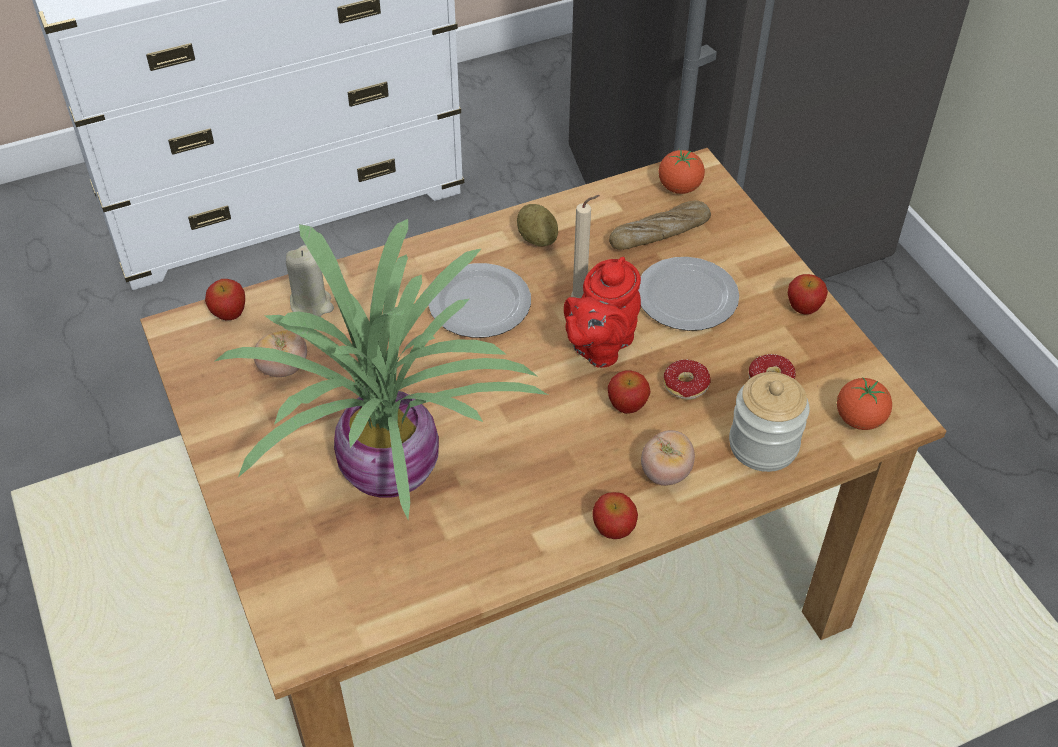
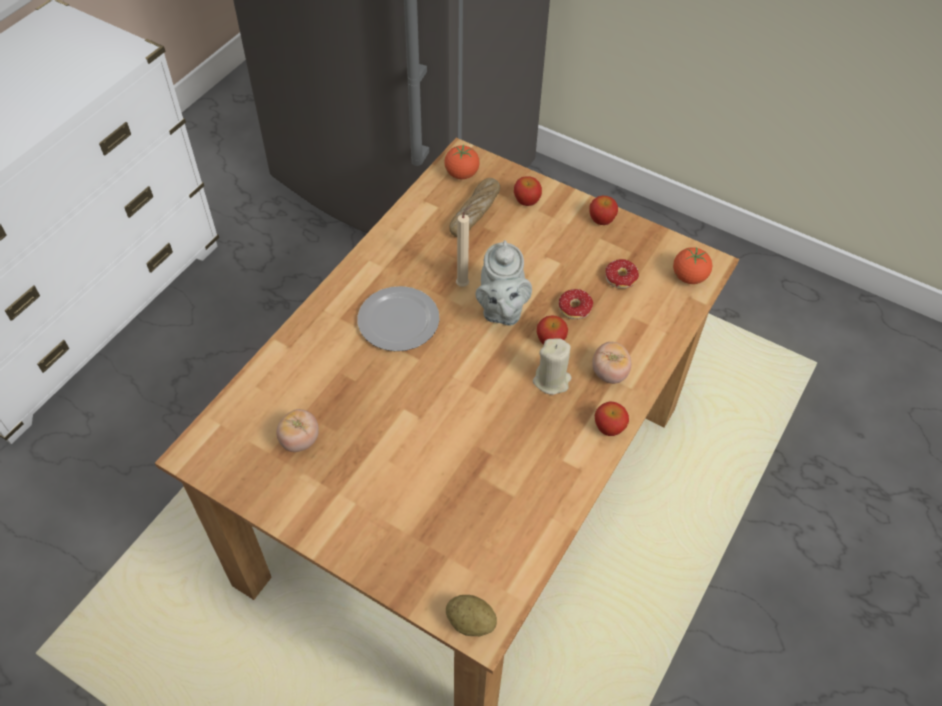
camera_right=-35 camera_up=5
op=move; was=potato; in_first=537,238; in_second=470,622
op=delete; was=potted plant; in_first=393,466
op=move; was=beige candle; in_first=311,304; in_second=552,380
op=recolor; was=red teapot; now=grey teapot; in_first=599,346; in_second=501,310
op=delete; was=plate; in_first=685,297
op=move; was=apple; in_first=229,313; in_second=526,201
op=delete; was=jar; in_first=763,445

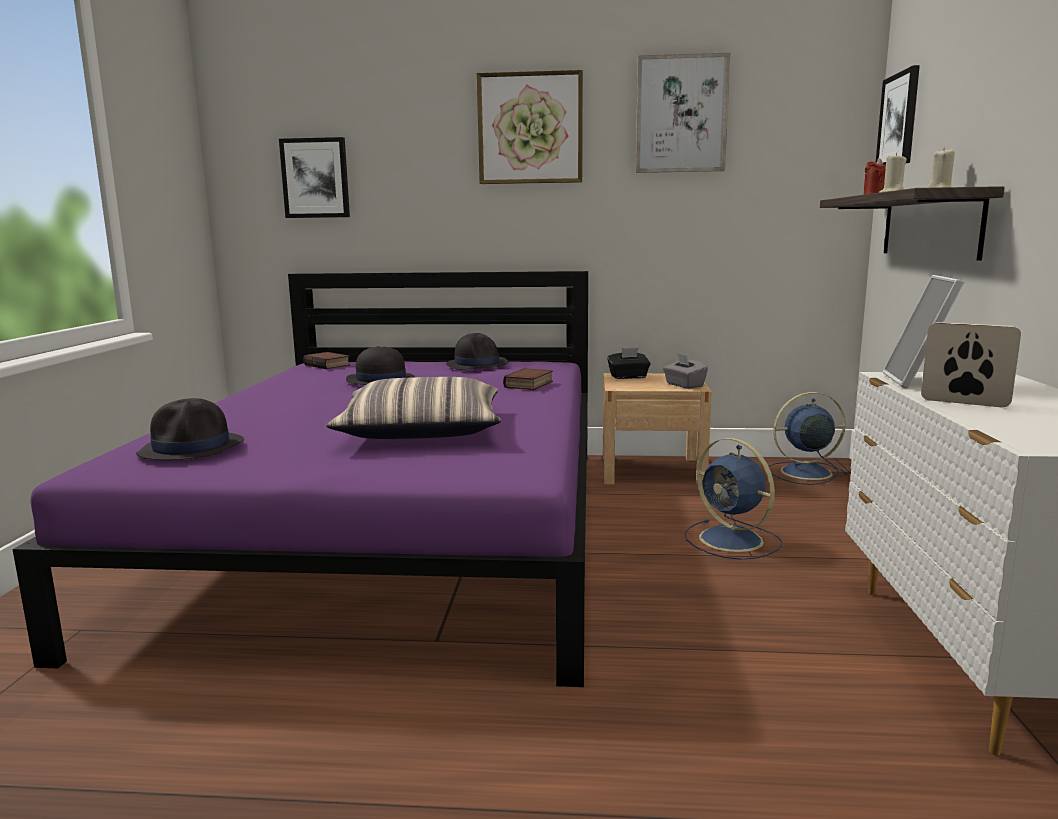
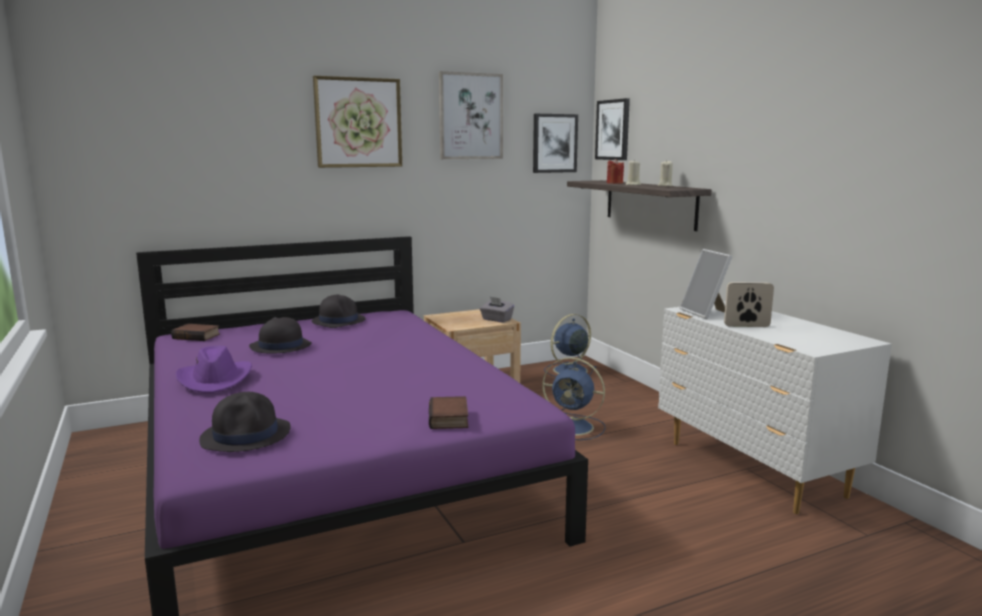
camera_right=-30 camera_up=0
op=move; was=picture; in_first=315,178; in_second=554,143
op=delete; was=black tissue box; in_first=628,377
op=move; was=book; in_first=530,385; in_second=450,418
op=delete; was=pillow; in_first=422,430
op=insert; now=purple hat; in_second=215,380

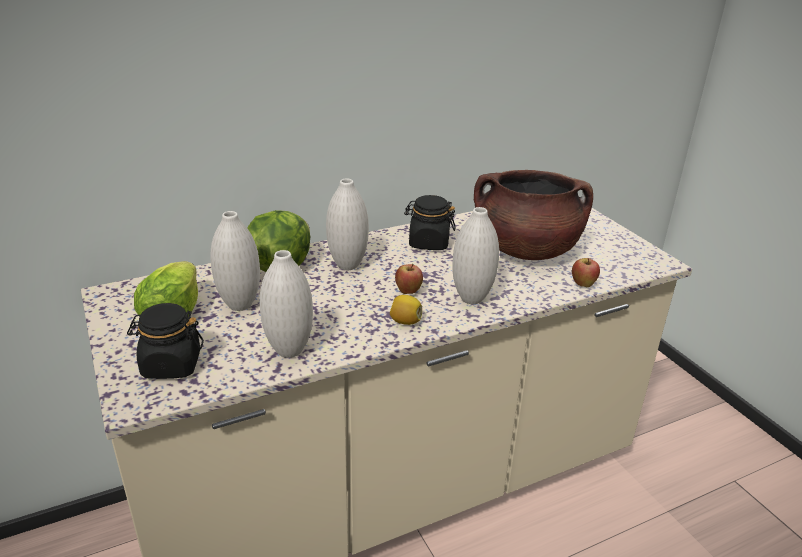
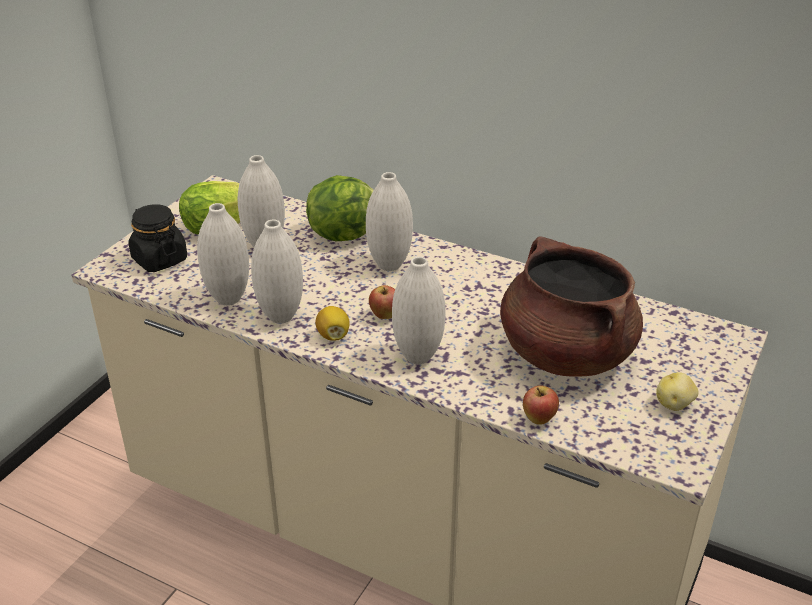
camera_right=55 camera_up=5
op=delete; was=black jar; in_first=428,243
op=insert; now=white vase; in_second=281,316
op=insert; now=potato; in_second=674,404

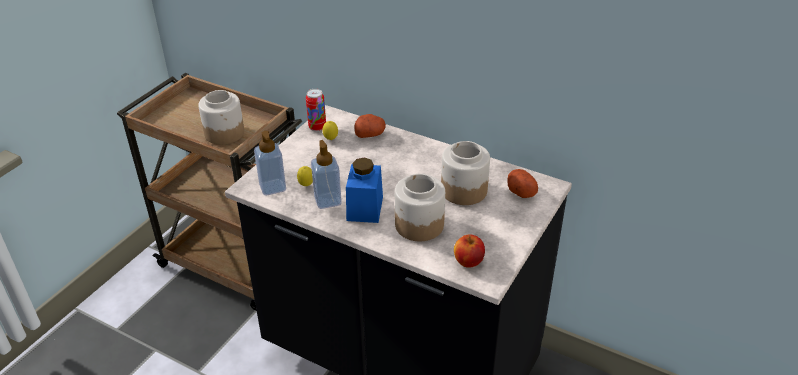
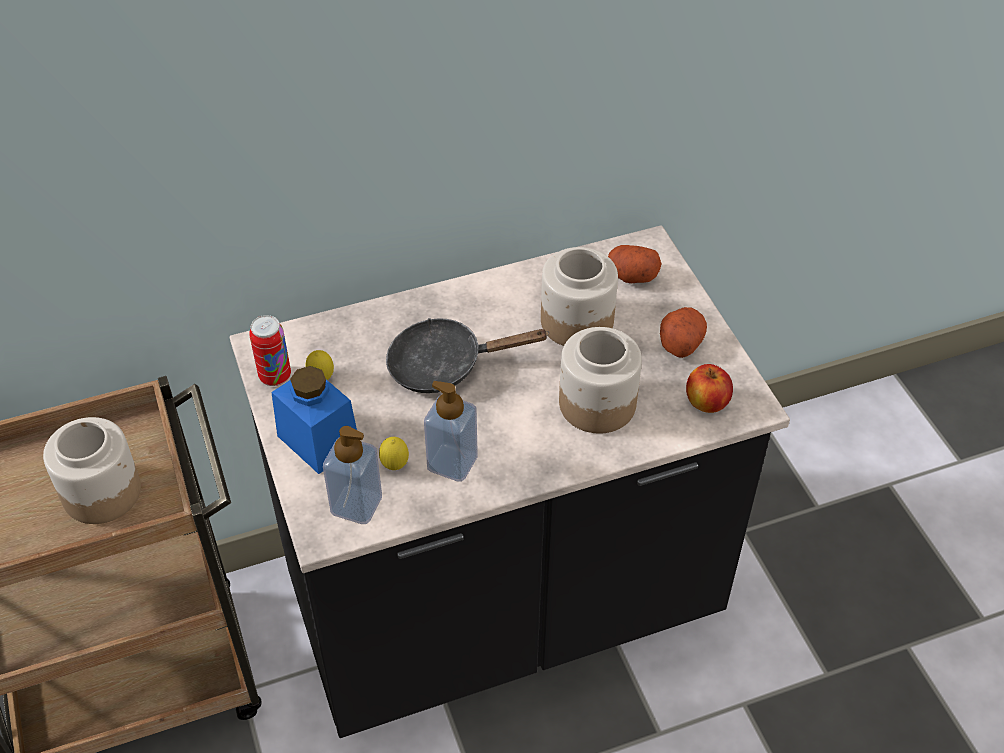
camera_right=-50 camera_up=10
op=move; was=potato; in_first=370,134; in_second=680,342
op=move; was=blue jar; in_first=365,208; in_second=318,440
op=insert; now=black frying pan; in_second=445,365

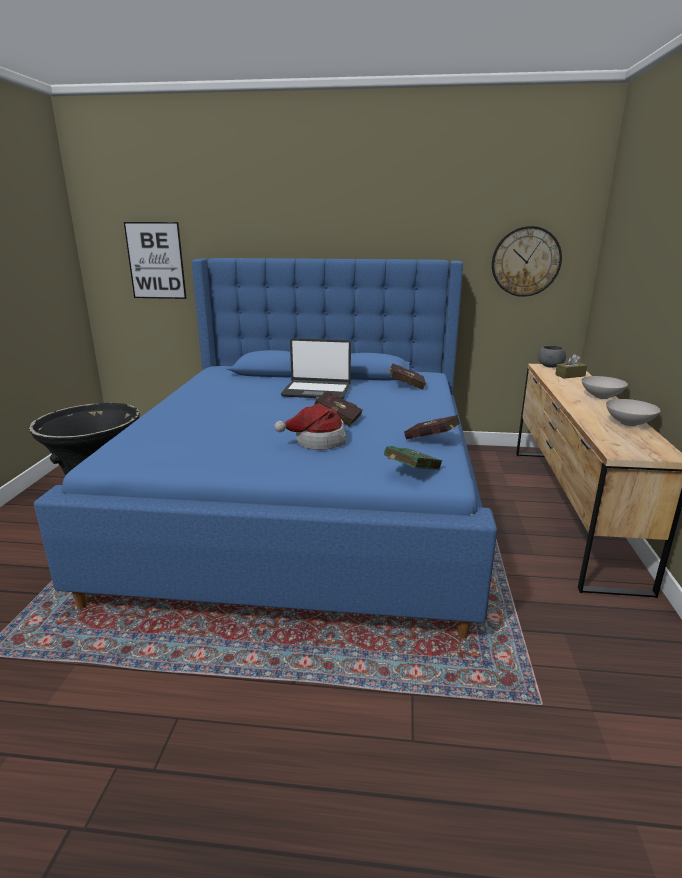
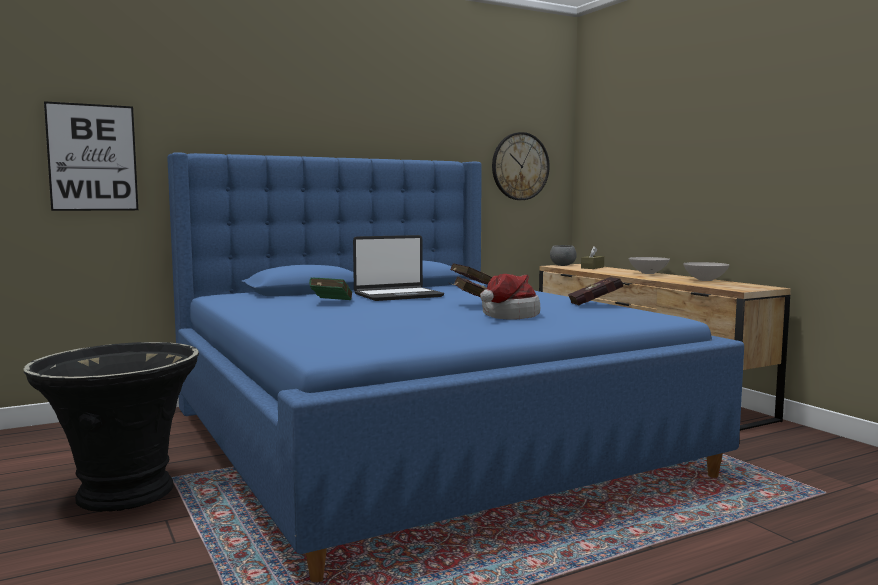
camera_right=-35 camera_up=-15
op=move; was=green book; in_first=410,472; in_second=330,303

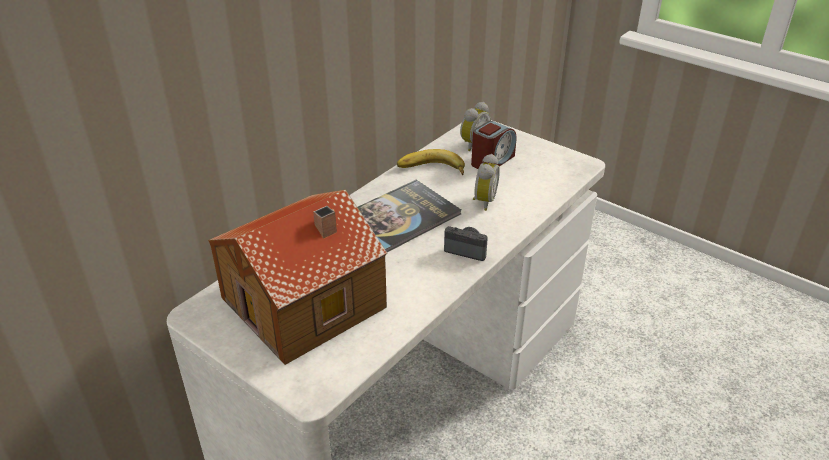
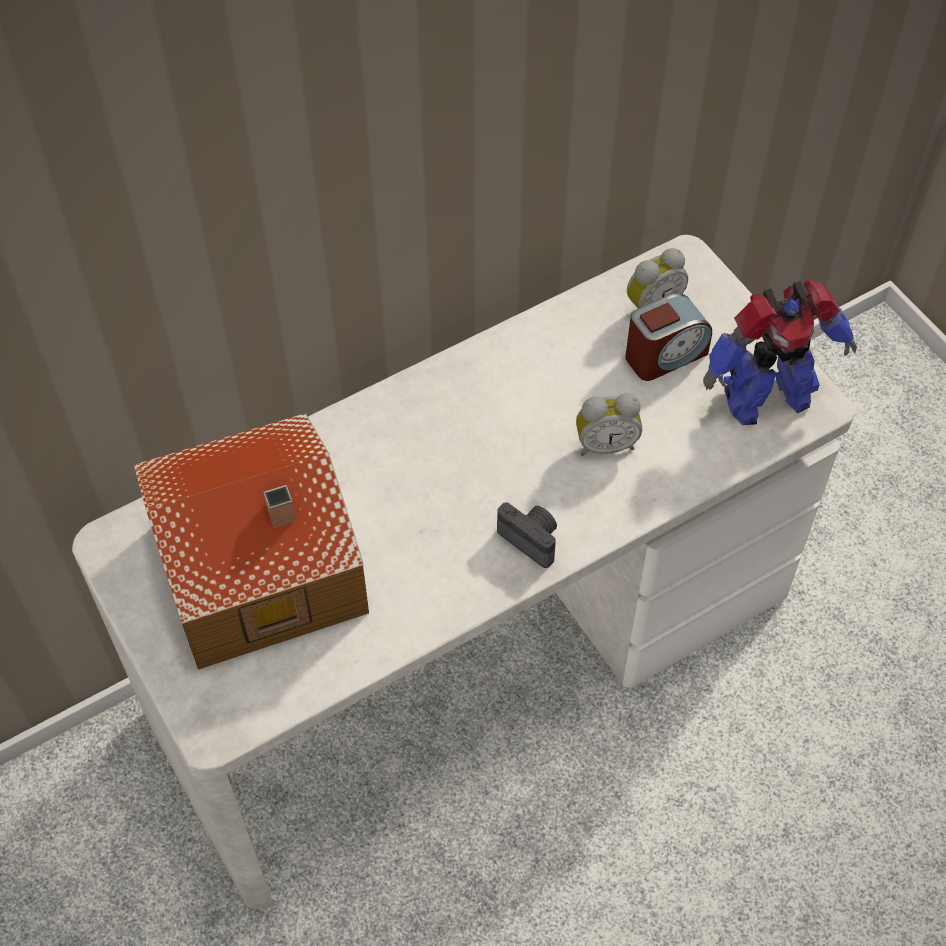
camera_right=20 camera_up=20
op=delete; was=banana; in_first=431,170
op=rotate; was=alarm clock; in_first=483,201; in_second=605,444; clockwise=45
op=delete; was=book; in_first=400,217
op=insert; now=toy robot; in_second=764,397

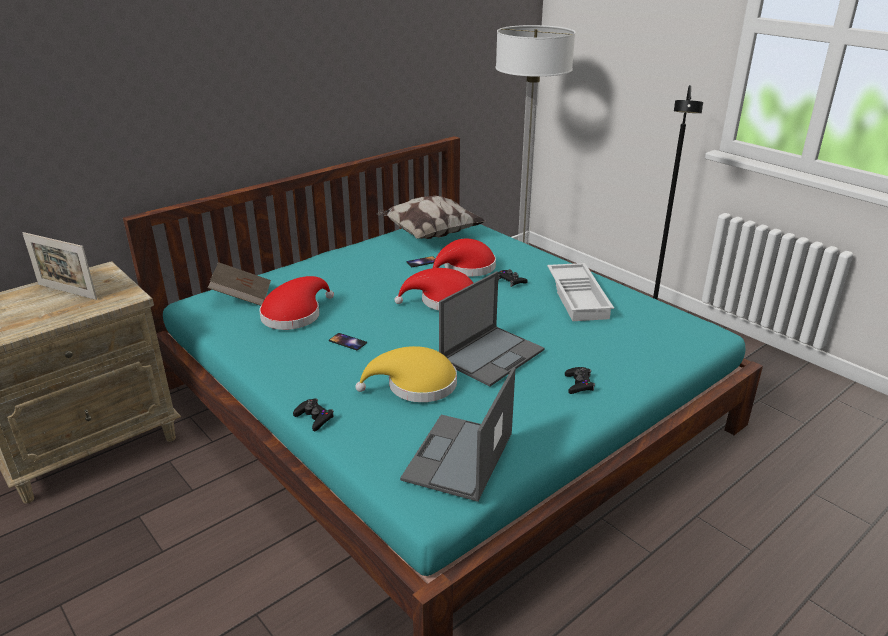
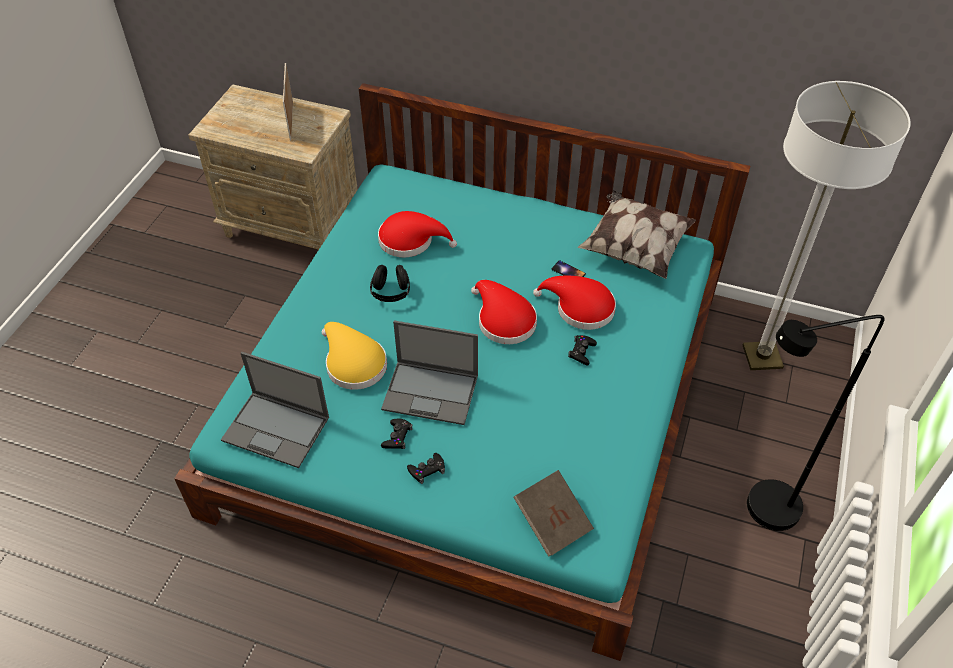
camera_right=60 camera_up=20
op=move; was=brown book; in_first=242,297; in_second=553,521
op=delete; was=white tray; in_first=579,297
op=replace; was=phone; now=black headphones; in_first=347,342; in_second=391,293
op=rotate; was=laptop; in_first=458,457; in_second=277,429; clockwise=-150
op=move; was=black game controller; in_first=314,418; in_second=397,437

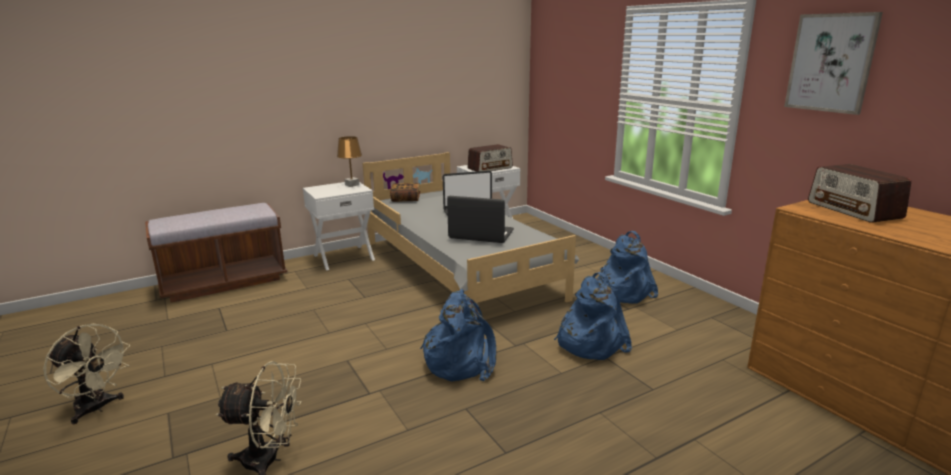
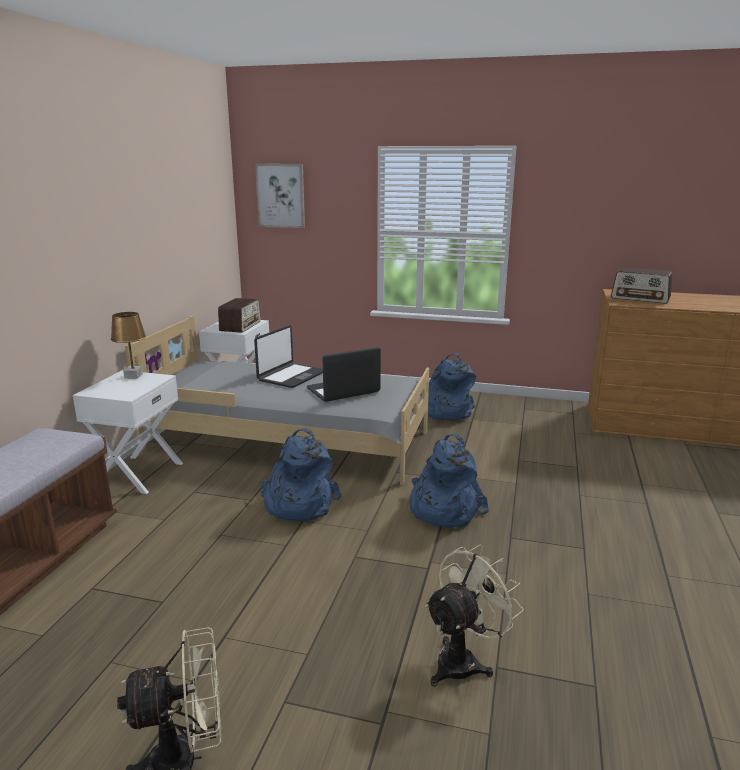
camera_right=-45 camera_up=0
op=move; was=picture; in_first=831,63; in_second=281,195
op=delete; was=book; in_first=405,199
op=move; was=blue backpack; in_first=589,342; in_second=298,504

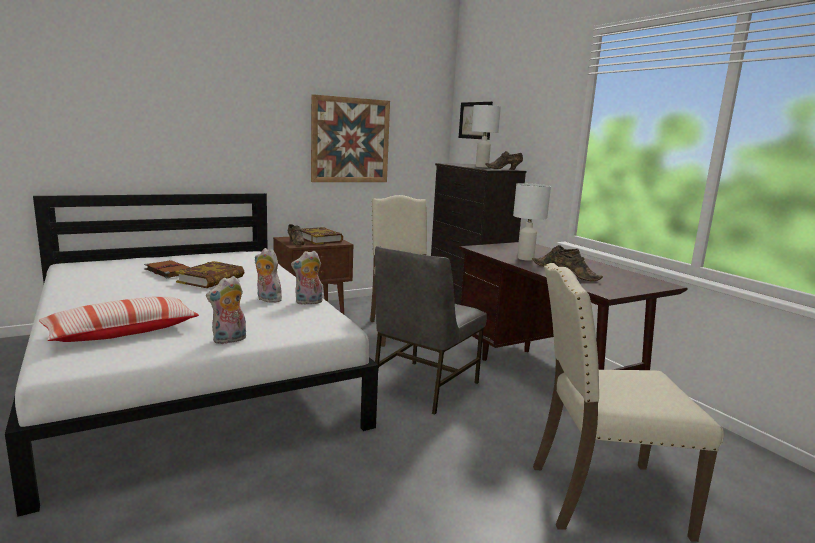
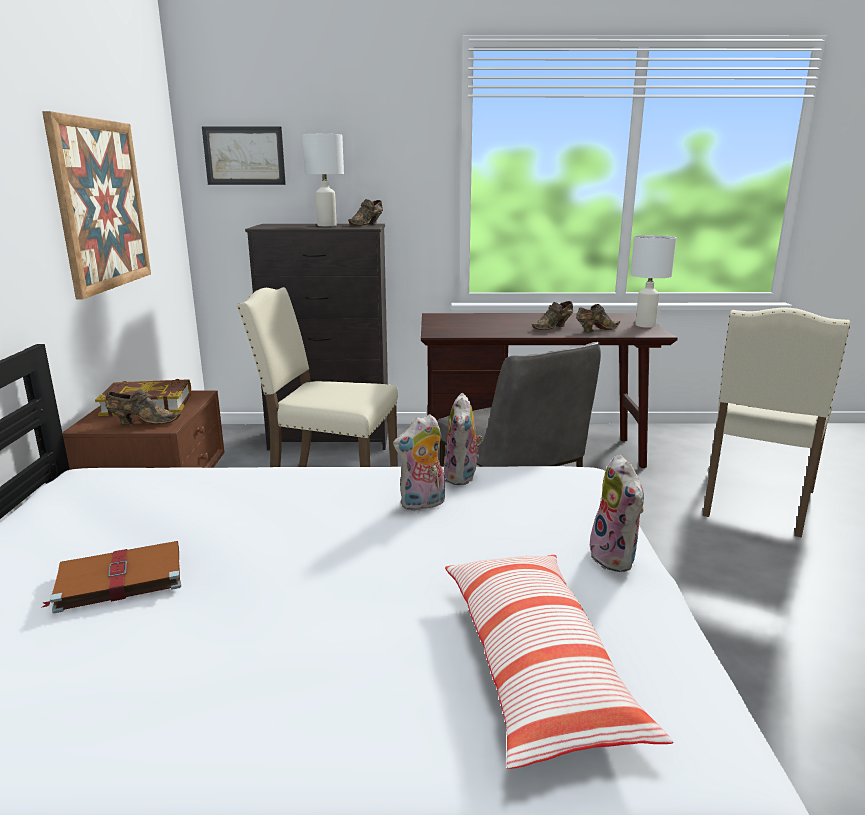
camera_right=-60 camera_up=5
op=move; was=white table lamp; in_first=525,258; in_second=644,325
op=delete; was=book; in_first=211,279

